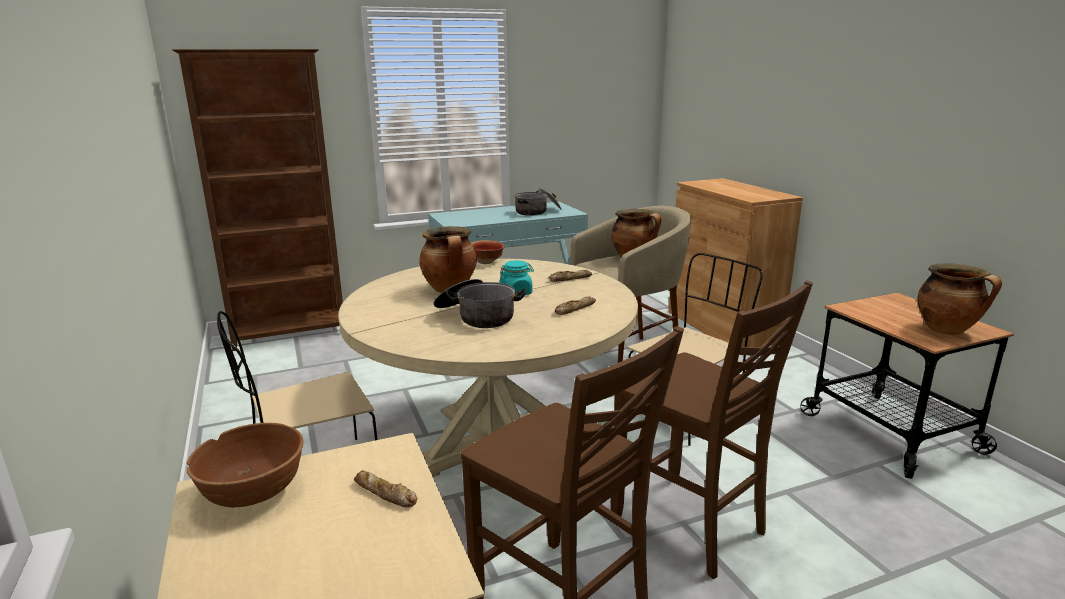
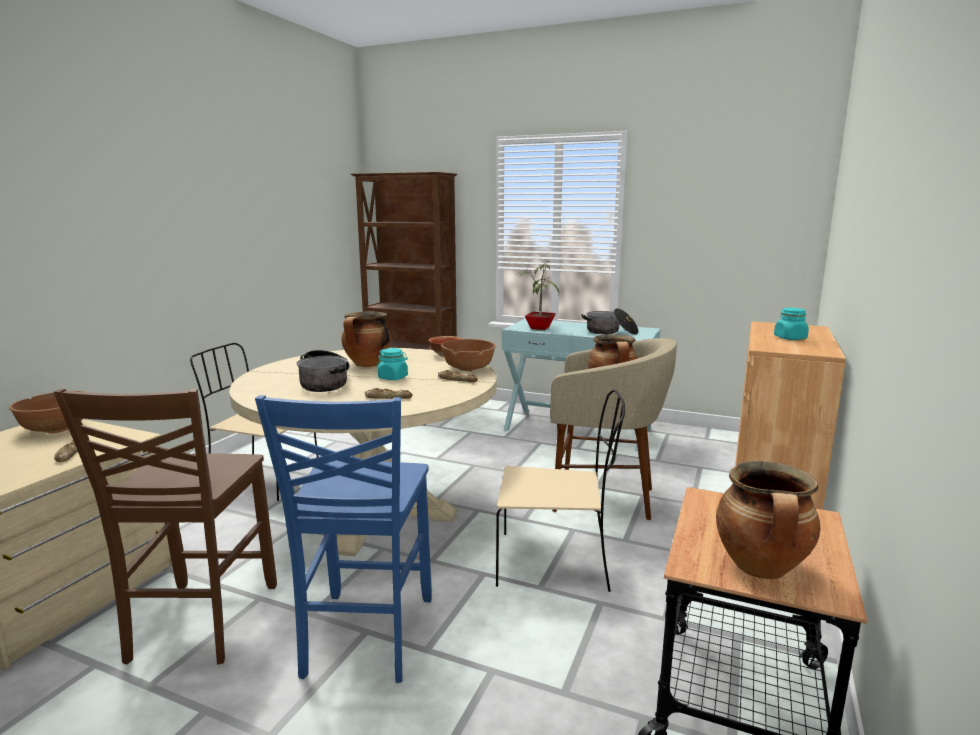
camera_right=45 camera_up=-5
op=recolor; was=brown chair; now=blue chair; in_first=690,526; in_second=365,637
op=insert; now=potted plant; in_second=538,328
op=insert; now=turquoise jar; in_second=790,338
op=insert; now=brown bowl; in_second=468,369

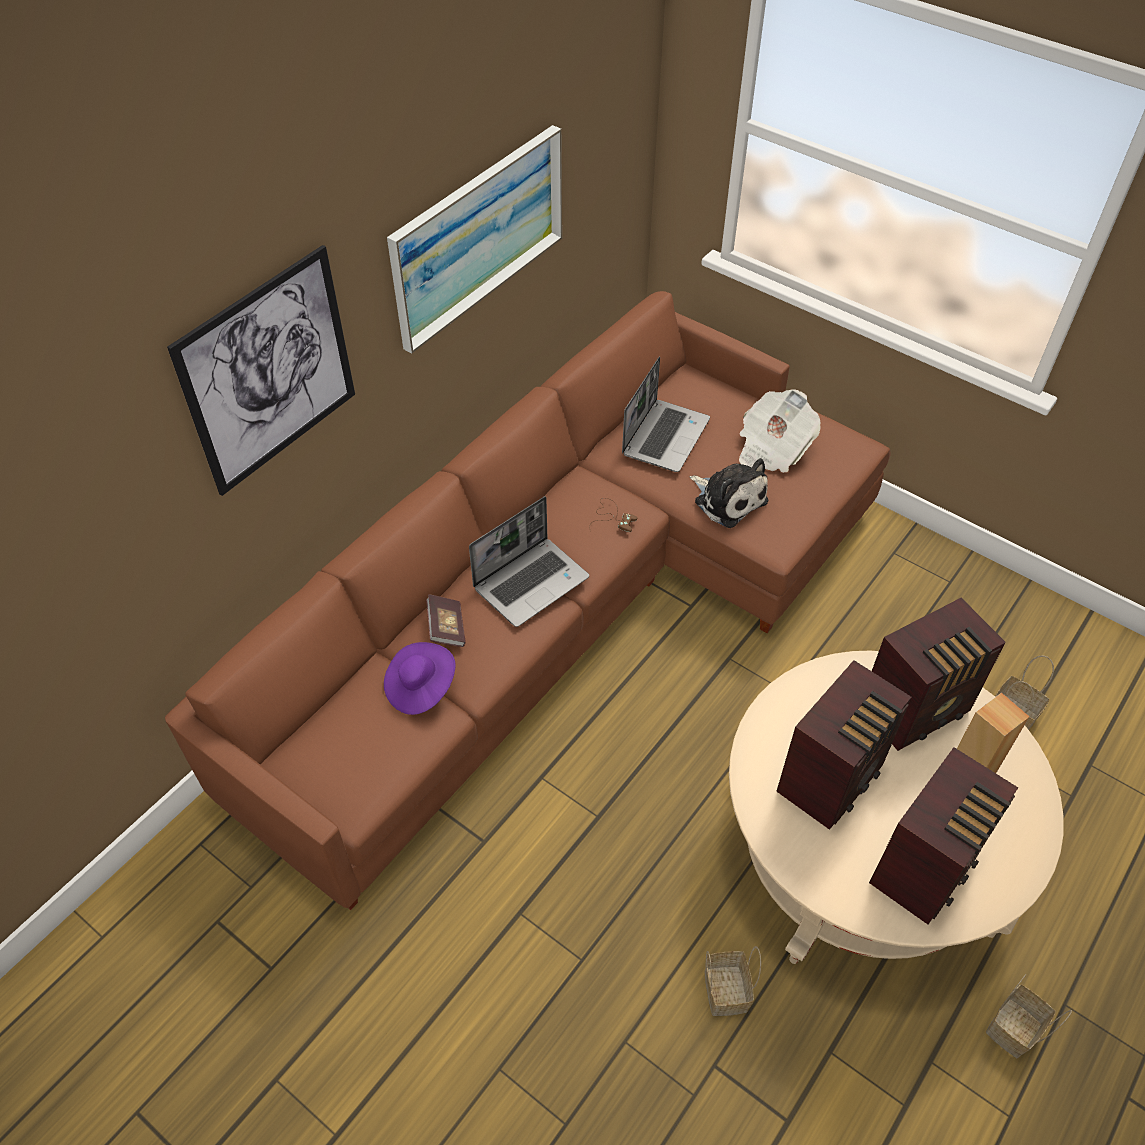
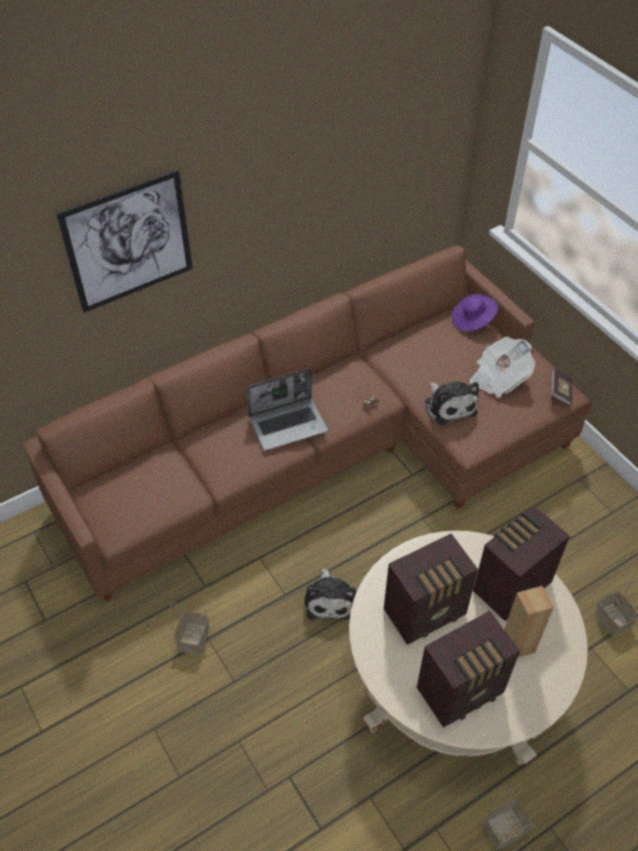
camera_right=20 camera_up=0
op=delete; was=picture; in_first=478,236
op=delete; was=laptop; in_first=665,436
op=move; was=book; in_first=446,628; in_second=560,392
op=rotate; was=radio; in_first=917,709; in_second=509,586; clockwise=150
op=move; was=purple hat; in_first=420,687; in_second=472,320
op=move; was=basket; in_first=724,989; in_second=193,637
op=insert; now=plush toy; in_second=329,599

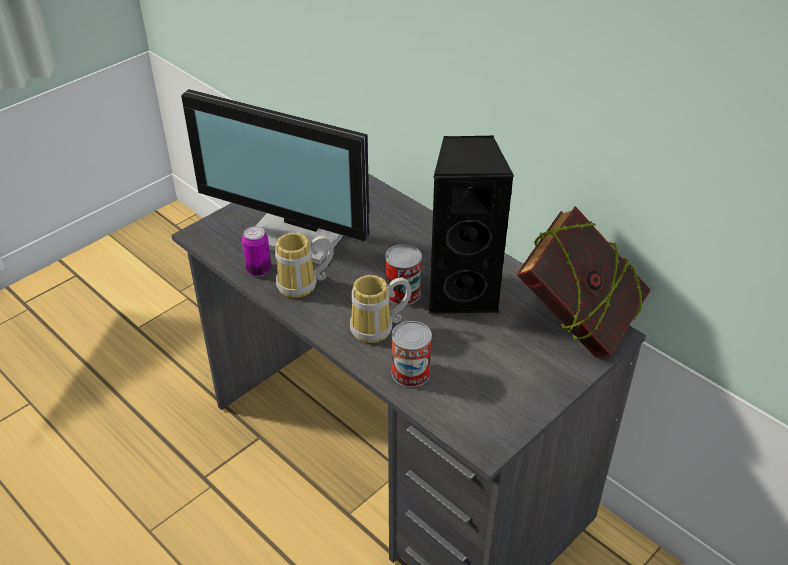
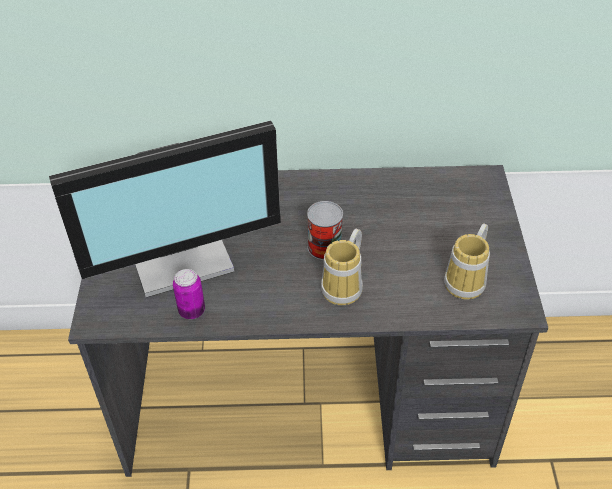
camera_right=-45 camera_up=5
op=delete; was=black speaker; in_first=462,293
op=delete; was=book; in_first=576,325
op=move; was=mug; in_first=303,286; in_second=469,281
op=delete; was=can; in_first=410,373

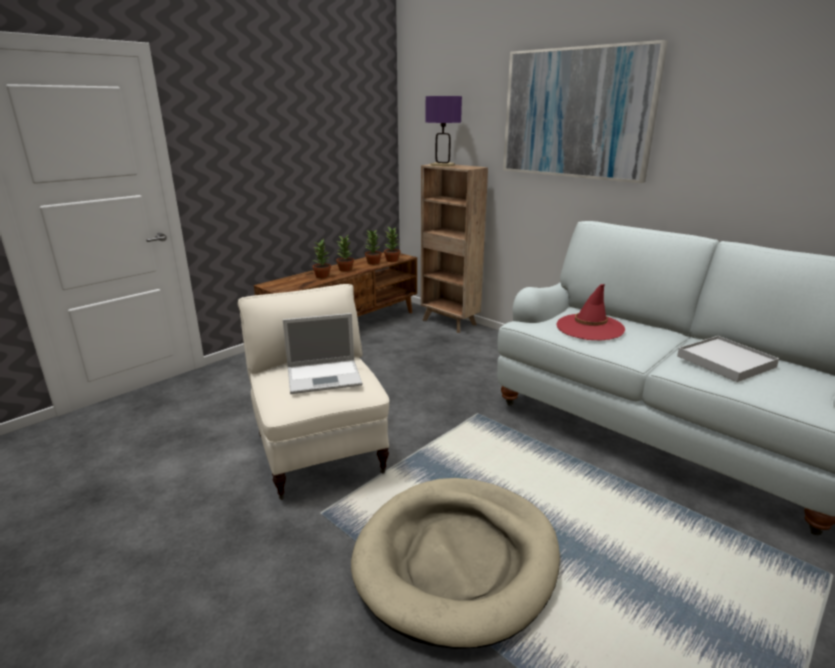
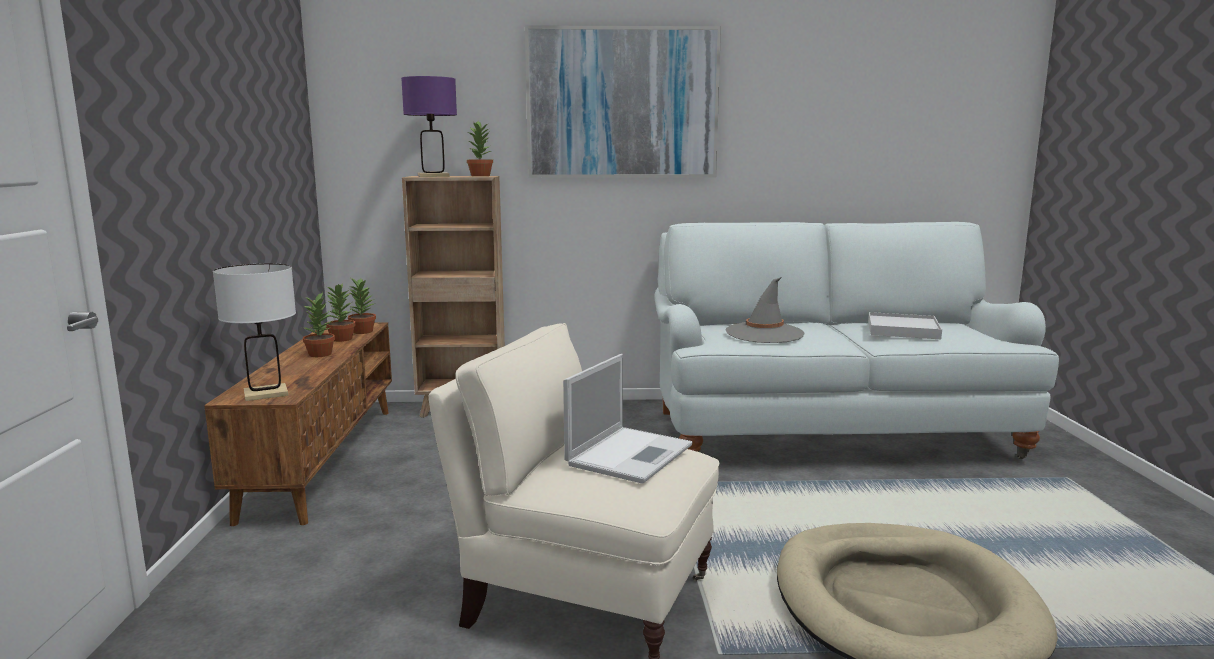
camera_right=-45 camera_up=-10
op=move; was=potted plant; in_first=322,276; in_second=481,175
op=recolor; was=red hat; now=grey hat; in_first=589,327; in_second=764,333
op=insert; now=white table lamp; in_second=265,394

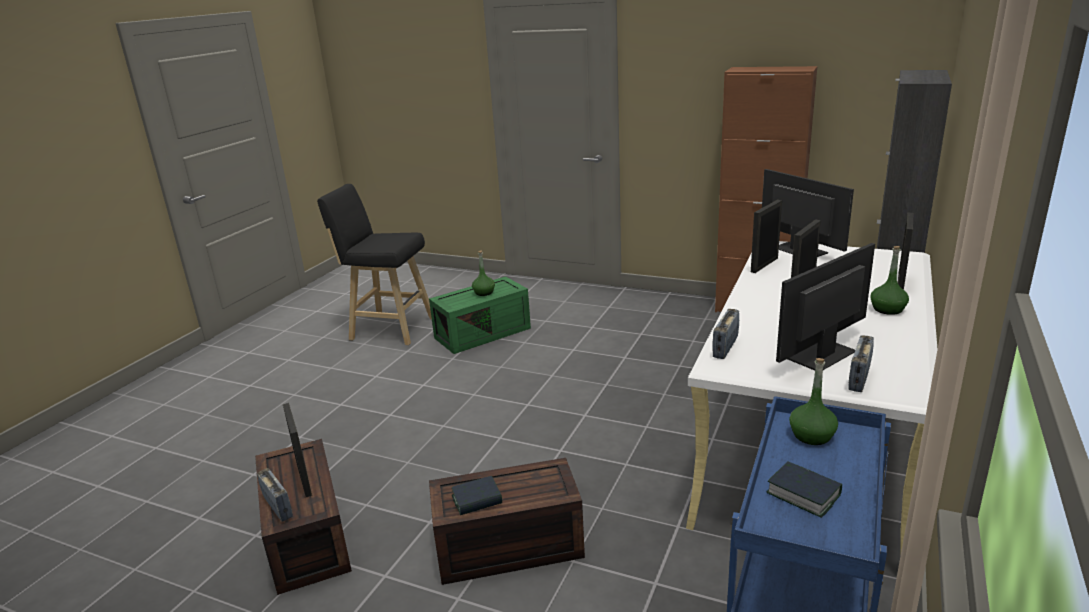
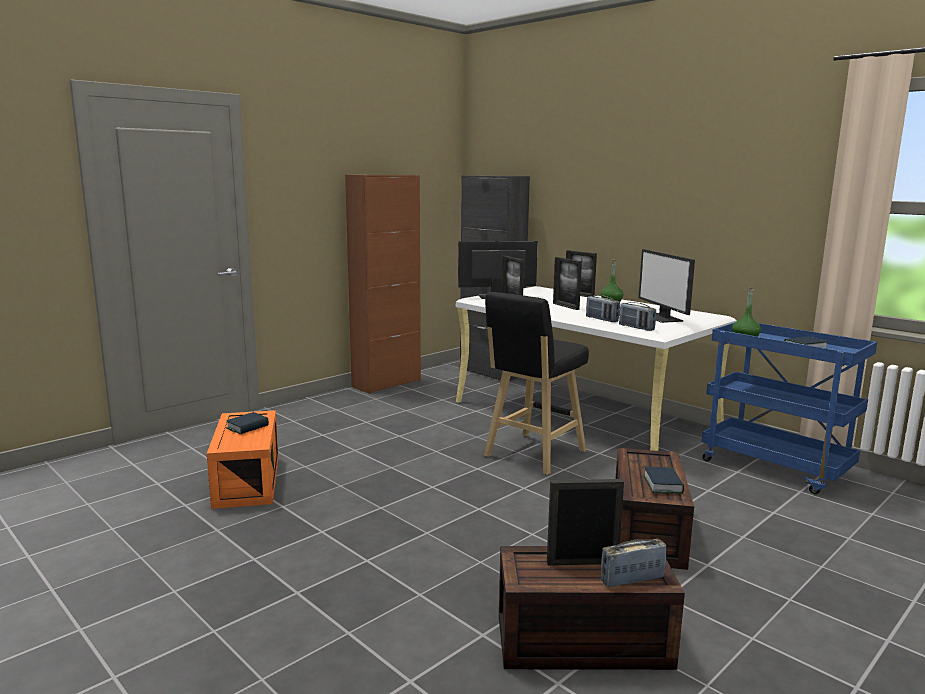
camera_right=-70 camera_up=-10
op=move; was=black stool; in_first=389,329; in_second=532,455
op=replace; was=green bottle; now=book; in_first=484,292; in_second=247,427
op=recolor; was=green storage box; now=orange storage box; in_first=483,332; in_second=245,480
op=move; was=radio; in_first=859,378; in_second=601,319

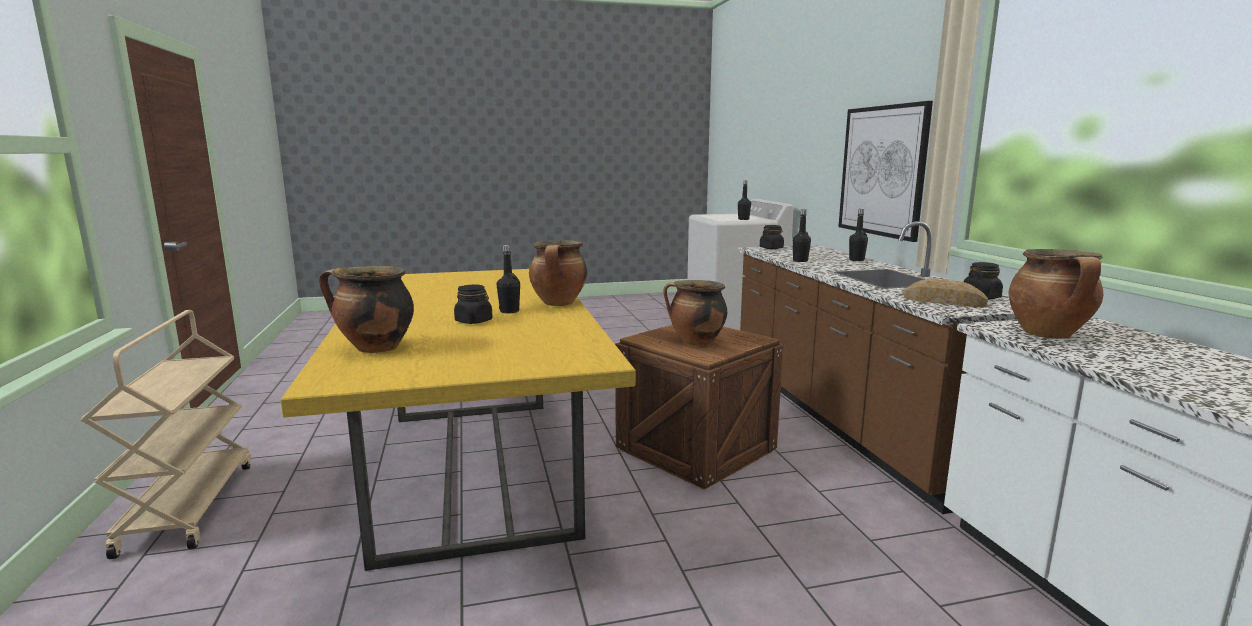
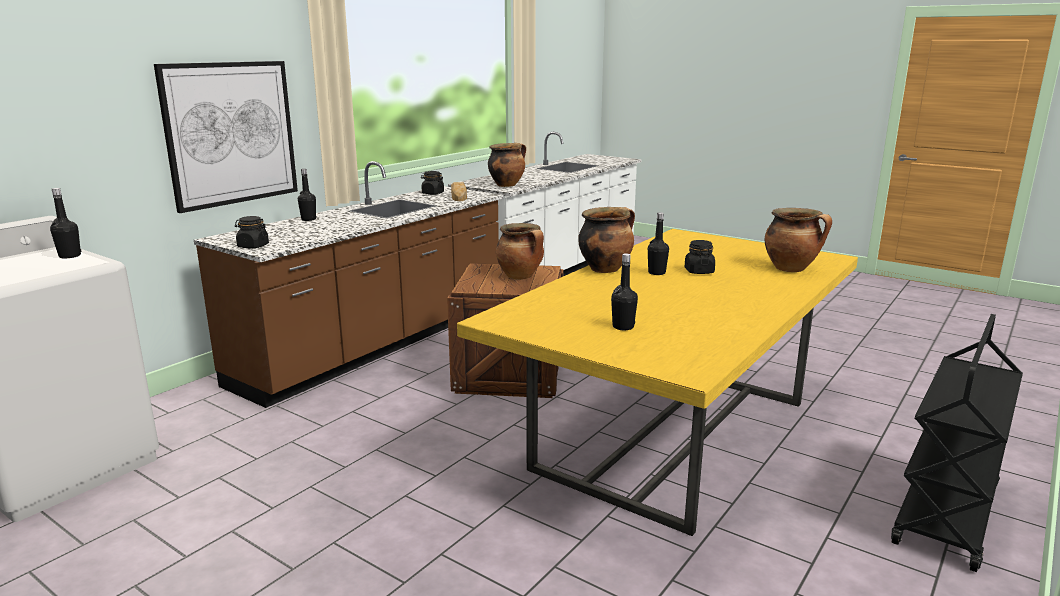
camera_right=-130 camera_up=5
op=move; was=black bottle; in_first=800,261; in_second=623,327
op=recolor; was=beige cart; now=black cart; in_first=188,506; in_second=947,516

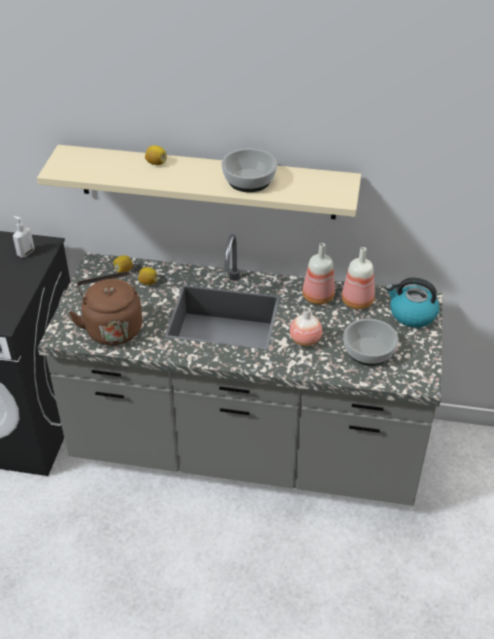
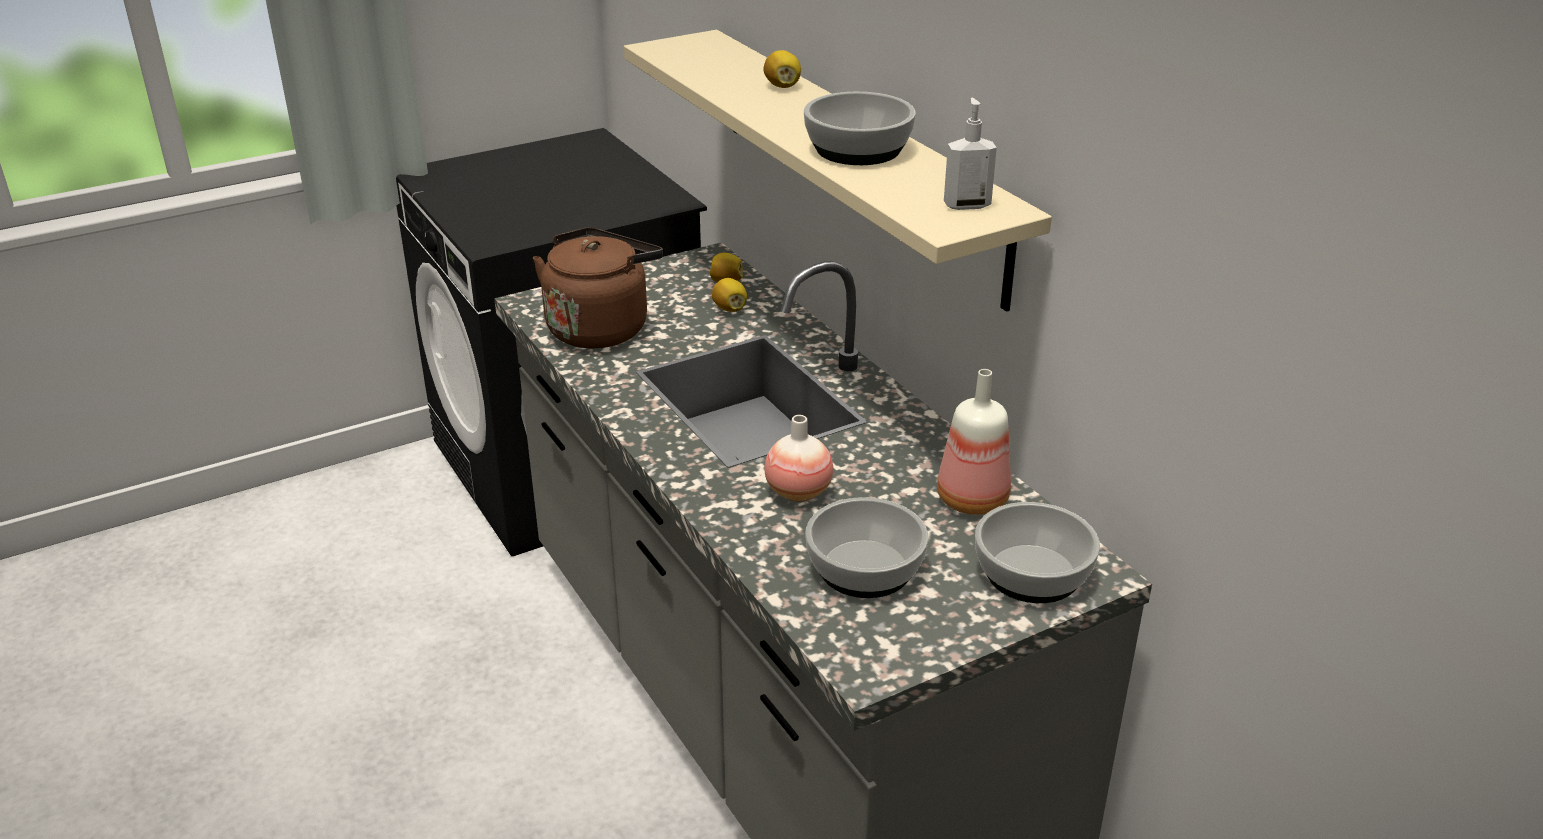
camera_right=50 camera_up=-10
op=move; was=soap dispenser; in_first=25,253; in_second=966,205
op=delete; was=bottle; in_first=317,296
op=replace; was=kettle; now=bowl; in_first=411,314; in_second=1031,574

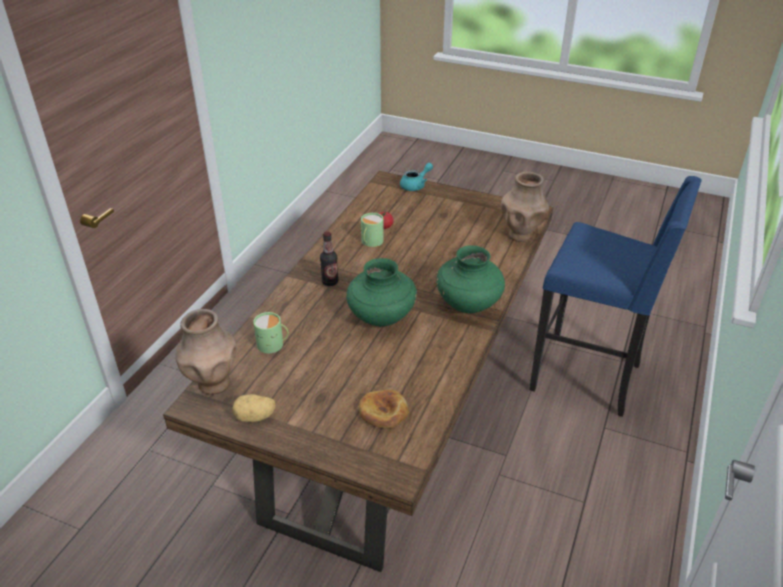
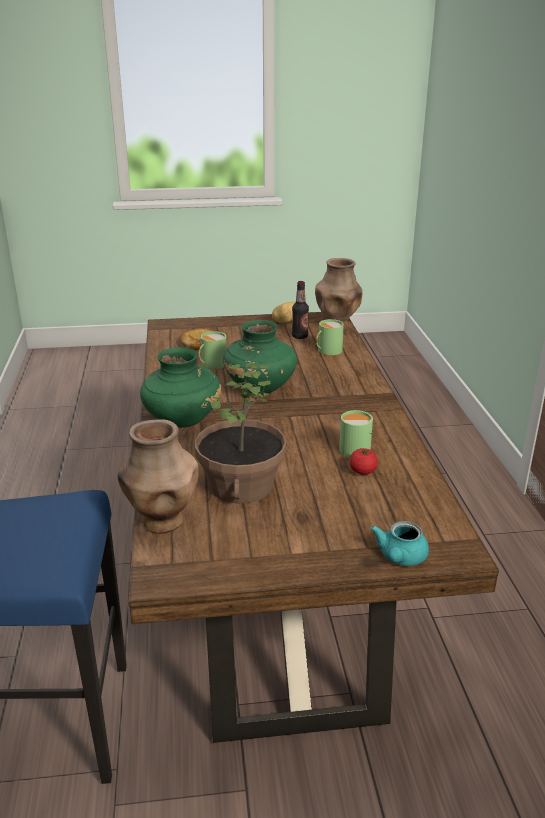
camera_right=150 camera_up=-10
op=move; was=bottle; in_first=330,282; in_second=300,336
op=insert; now=green mug; in_second=211,364
op=insert; now=potted plant; in_second=240,485

